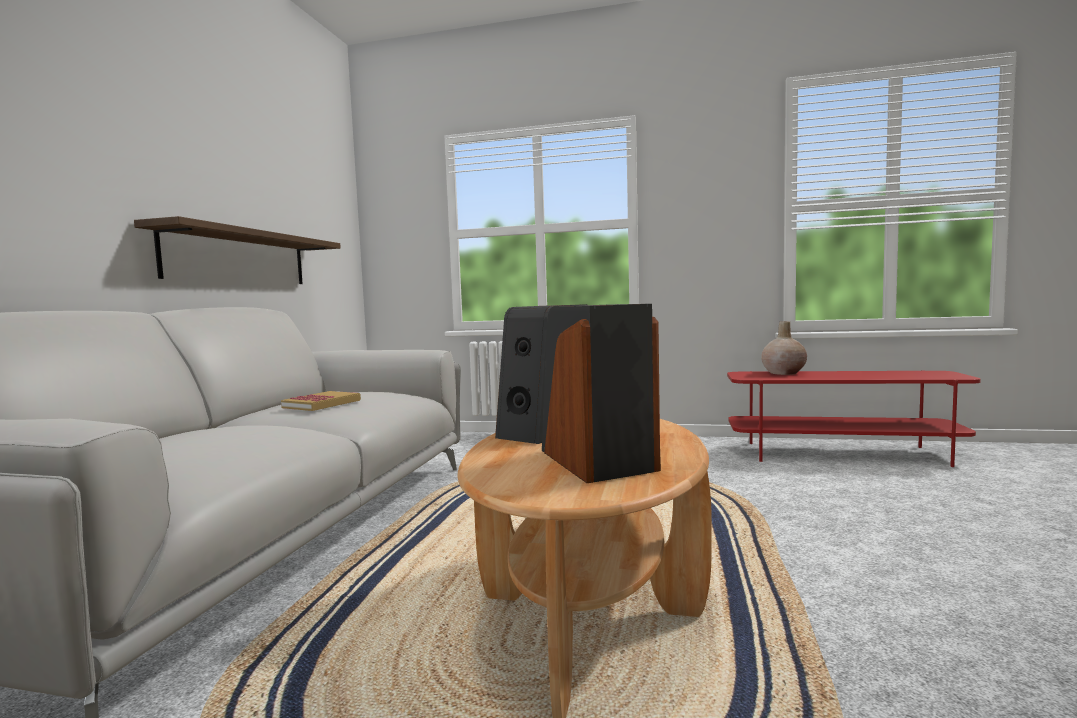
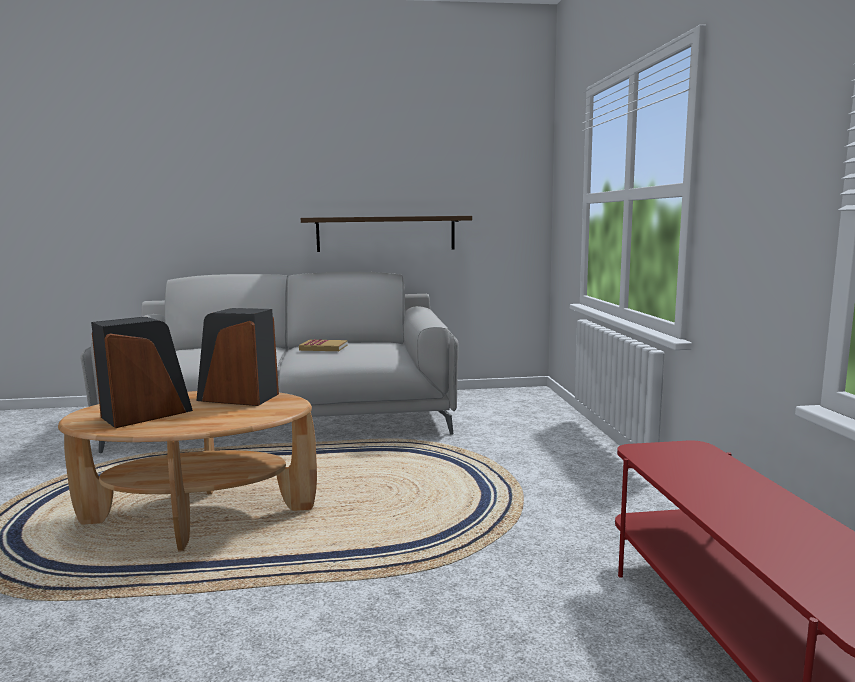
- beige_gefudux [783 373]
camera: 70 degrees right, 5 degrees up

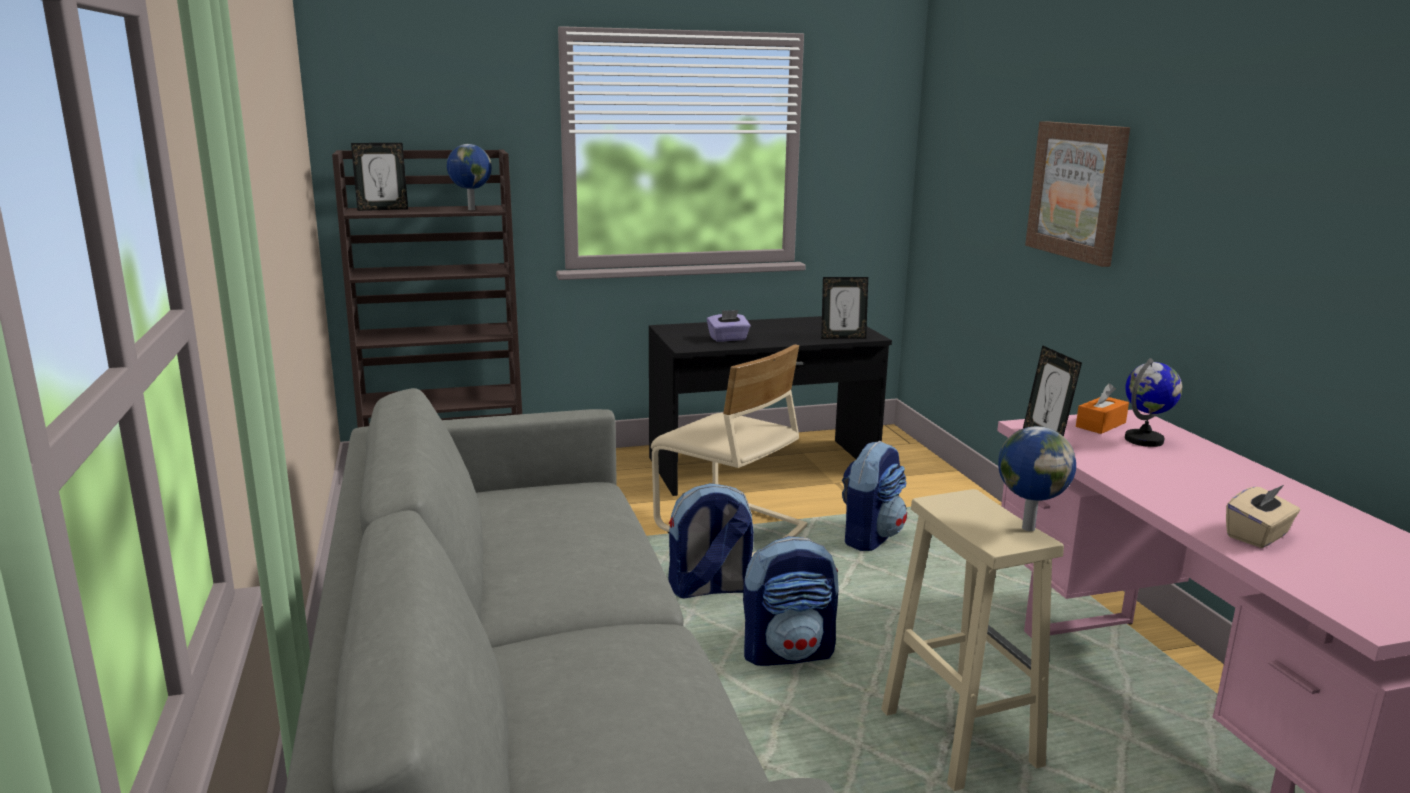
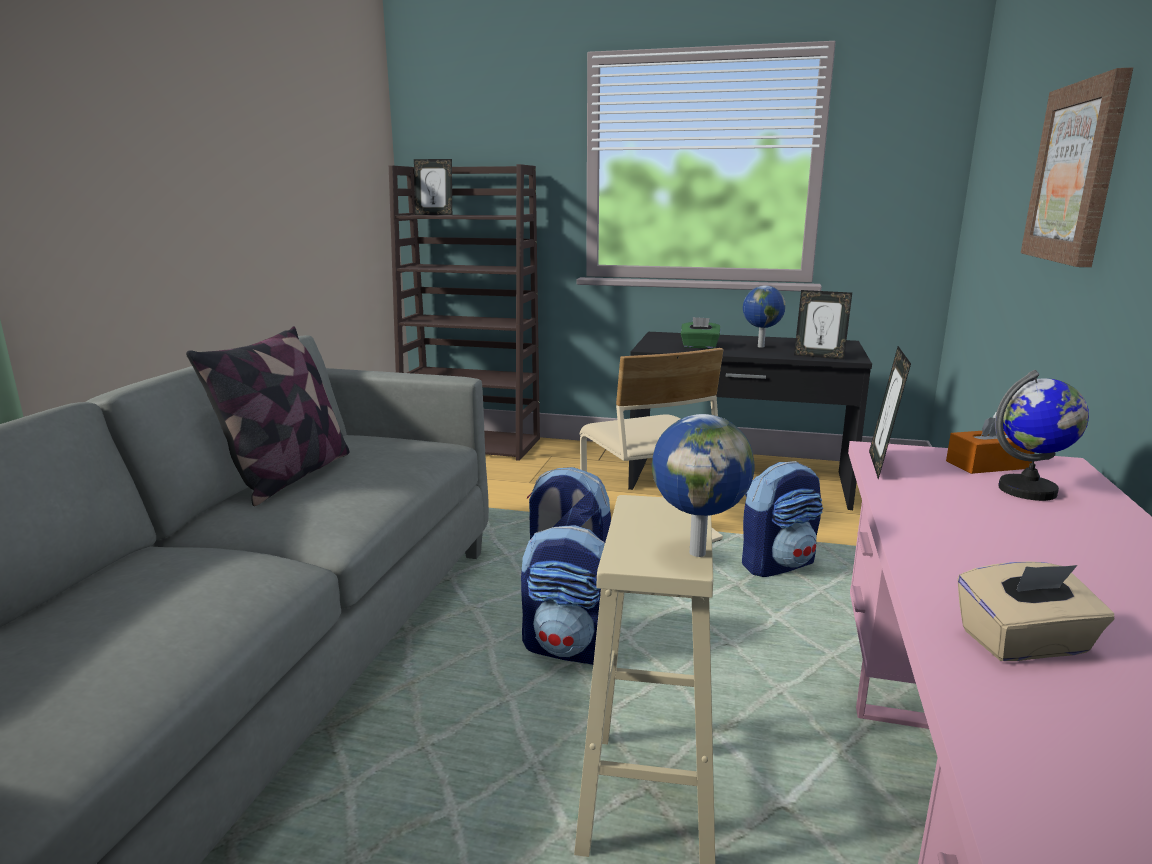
~ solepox [470 209] to [760 346]
~ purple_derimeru [728 339] to green_derimeru [699 346]
+ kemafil [289 476]
camera: 30 degrees right, 0 degrees up

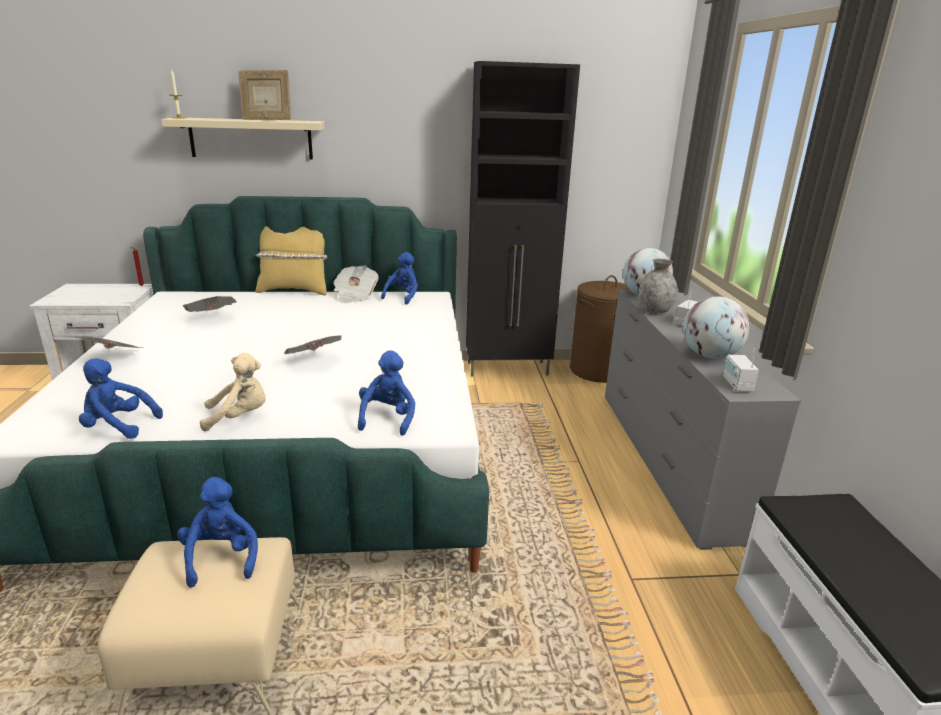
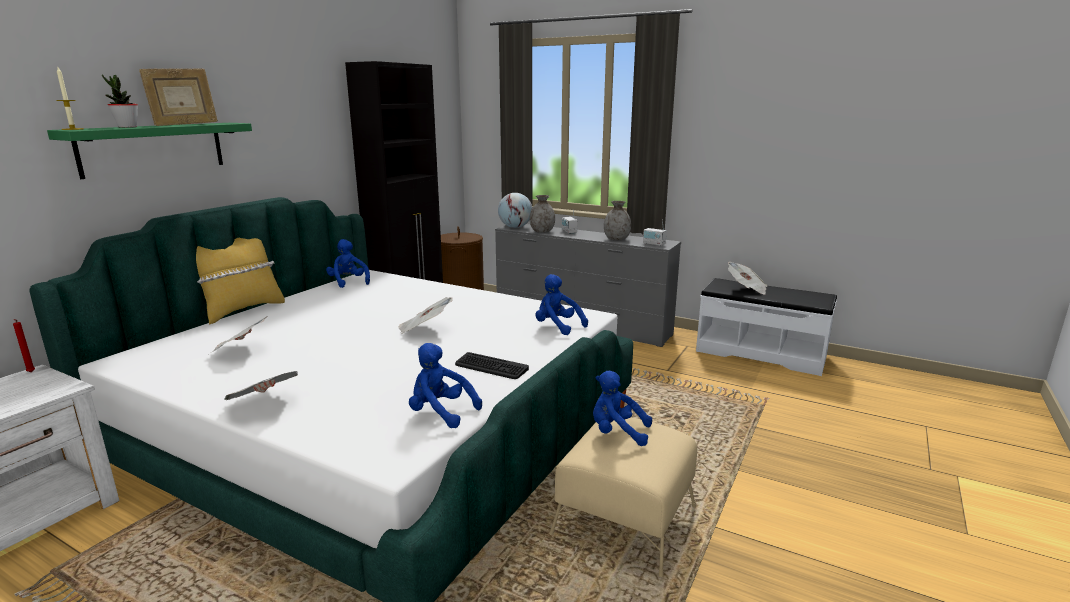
~ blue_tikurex [118 426] = [440 413] 75 degrees clockwise
~ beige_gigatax [251 138] to green_gigatax [153 148]
~ beige_tikurex [239 417] to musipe [491 367]
~ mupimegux [355 296] to [746 289]
~ solepox [710 356] to grey_gefudux [616 239]
+ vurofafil [127 127]
camera: 55 degrees left, 5 degrees down

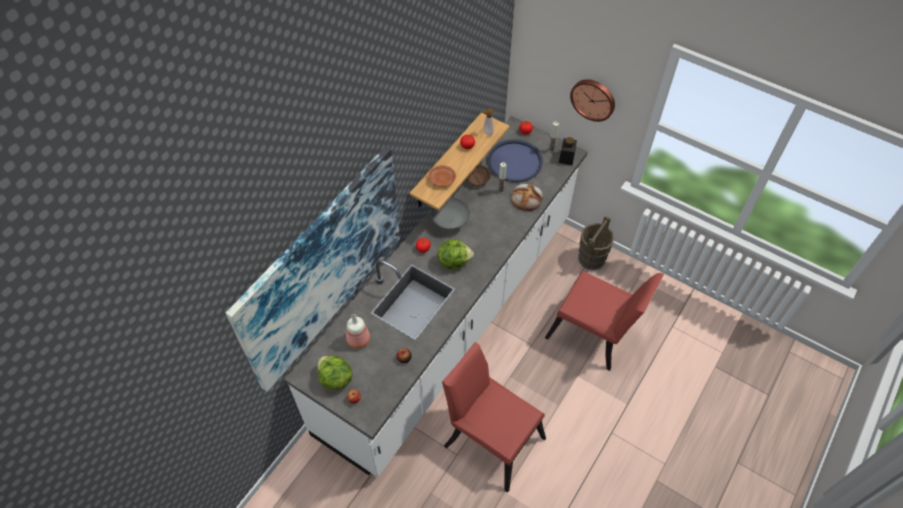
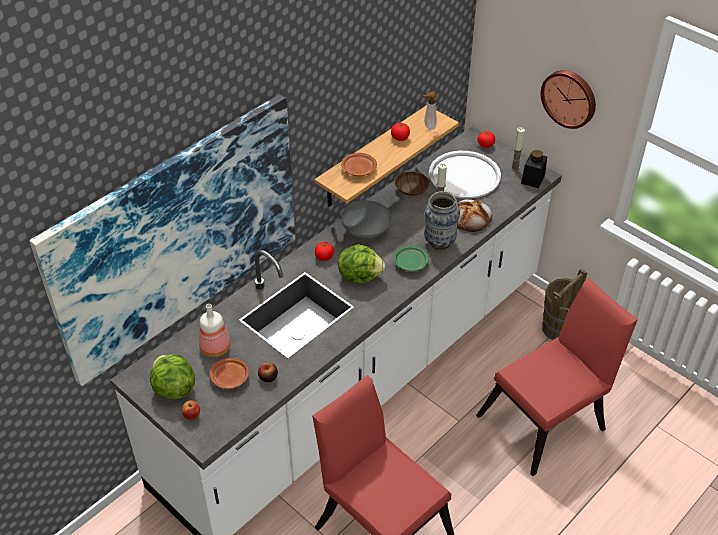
~ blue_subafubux [514 161] to white_subafubux [464 175]
~ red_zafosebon [595 334] = [548 420] 75 degrees counterclockwise
+ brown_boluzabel [230 378]
+ green_boluzabel [410 263]
+ gefudux [439 242]
camera: 10 degrees right, 10 degrees down

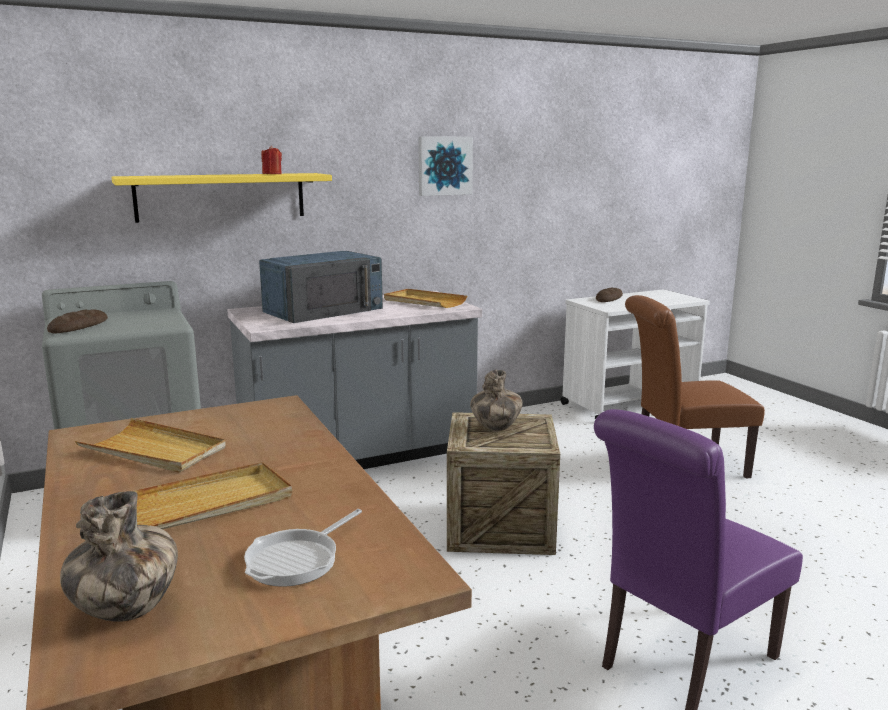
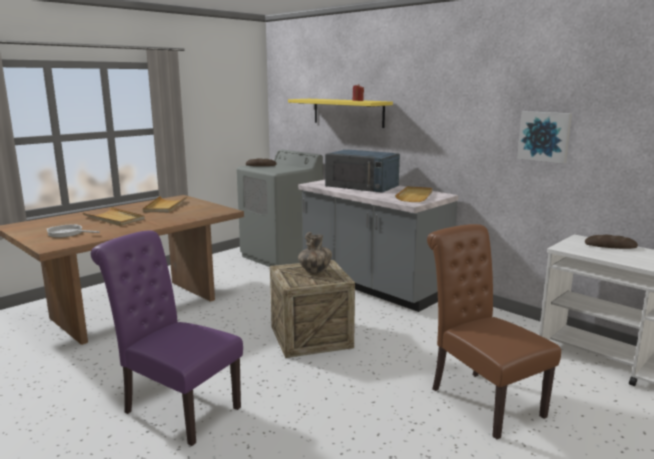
- gefudux [127 609]
~ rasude [444 165] to [544 136]
camera: 70 degrees right, 0 degrees up

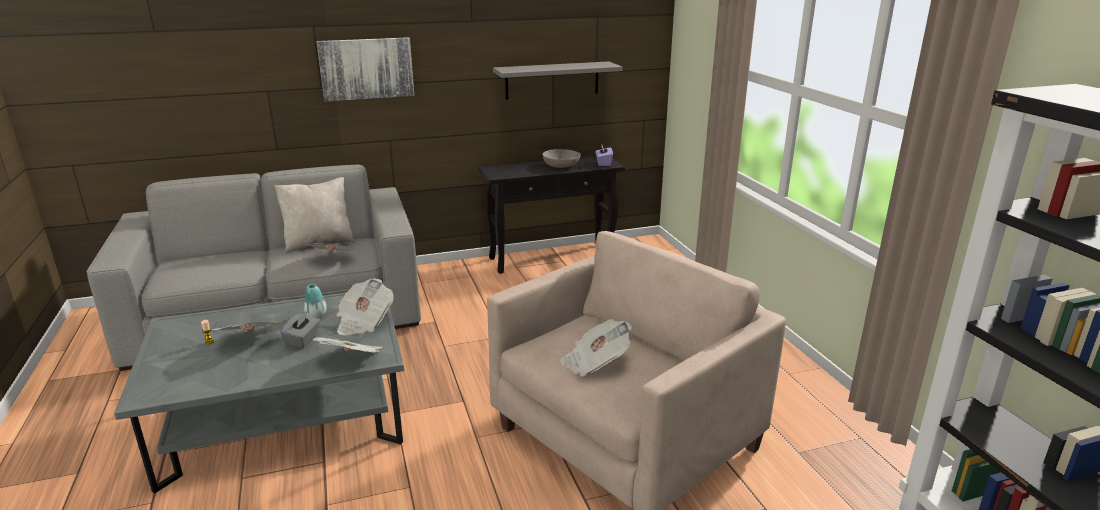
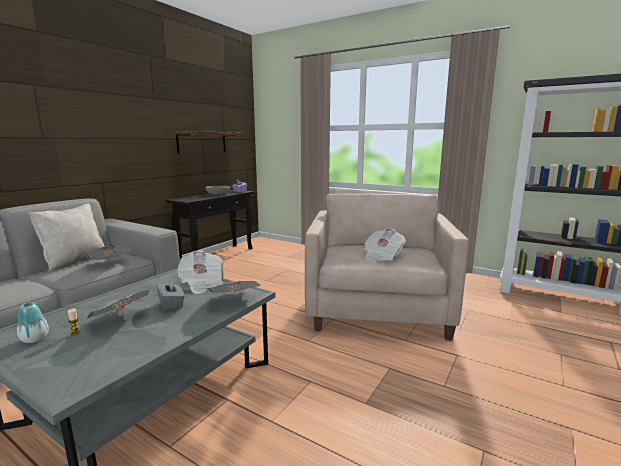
~ gefudux [316 315] to [34 339]
- rasude [366 68]
~ grey_gigatax [552 80] to brown_gigatax [202 142]
camera: 40 degrees left, 10 degrees down

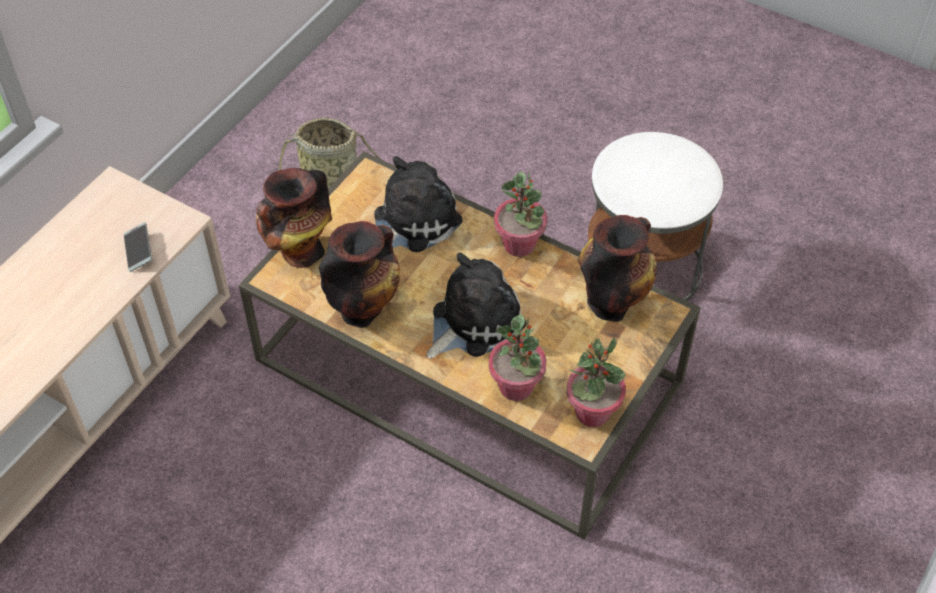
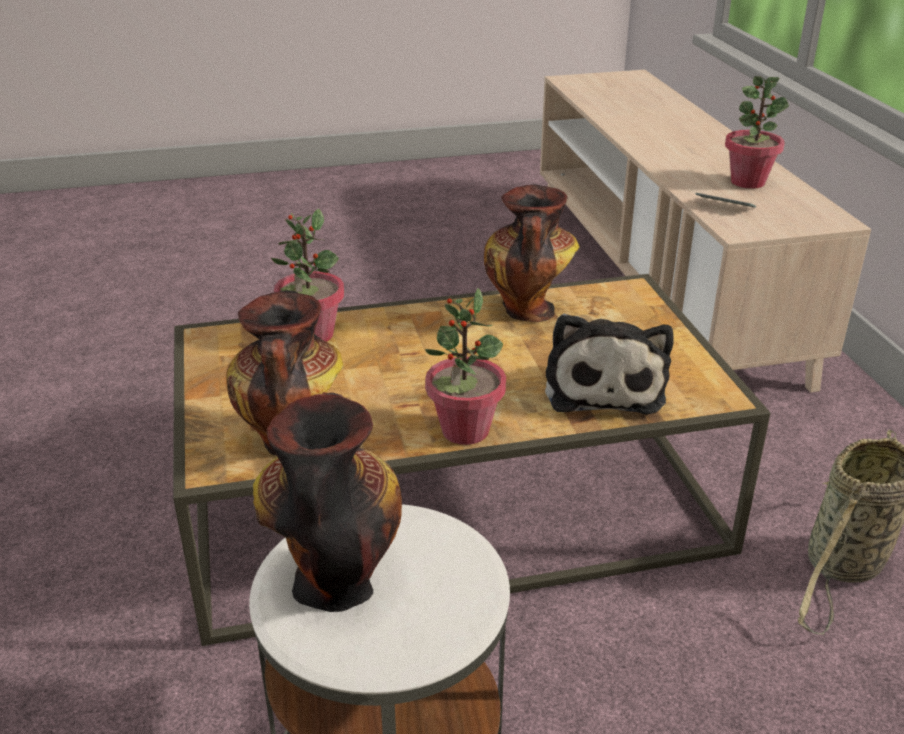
~ gefudux [300 252] to [334 577]
- tikurex [473 321]
~ vurofafil [592 412] to [748 182]
camera: 135 degrees right, 20 degrees down

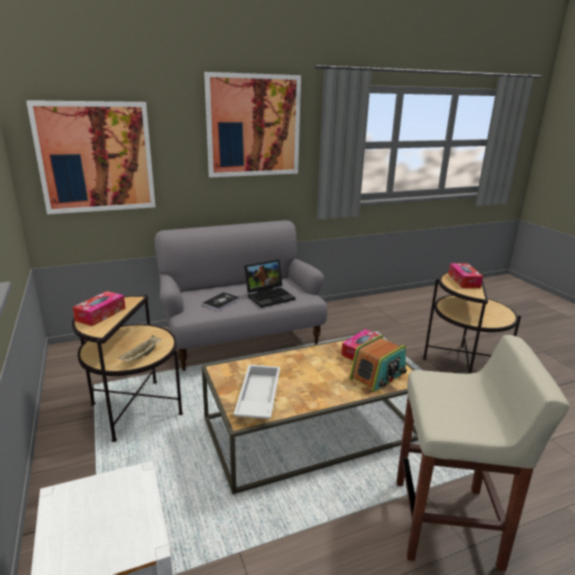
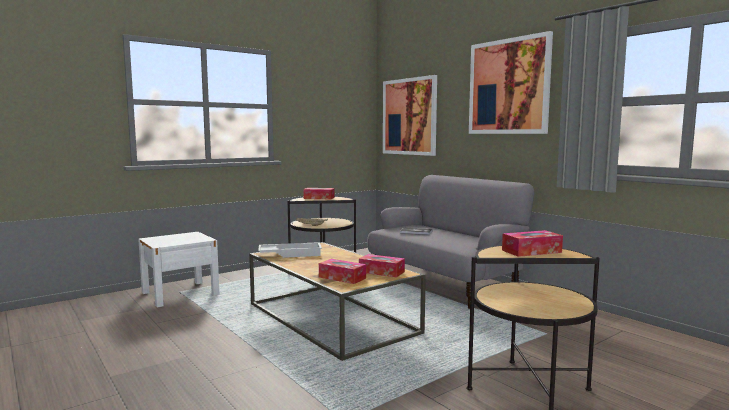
- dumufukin [270 296]
~ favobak [378 375] to derimeru [342 277]
- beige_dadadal [448 523]
camera: 75 degrees right, 15 degrees down

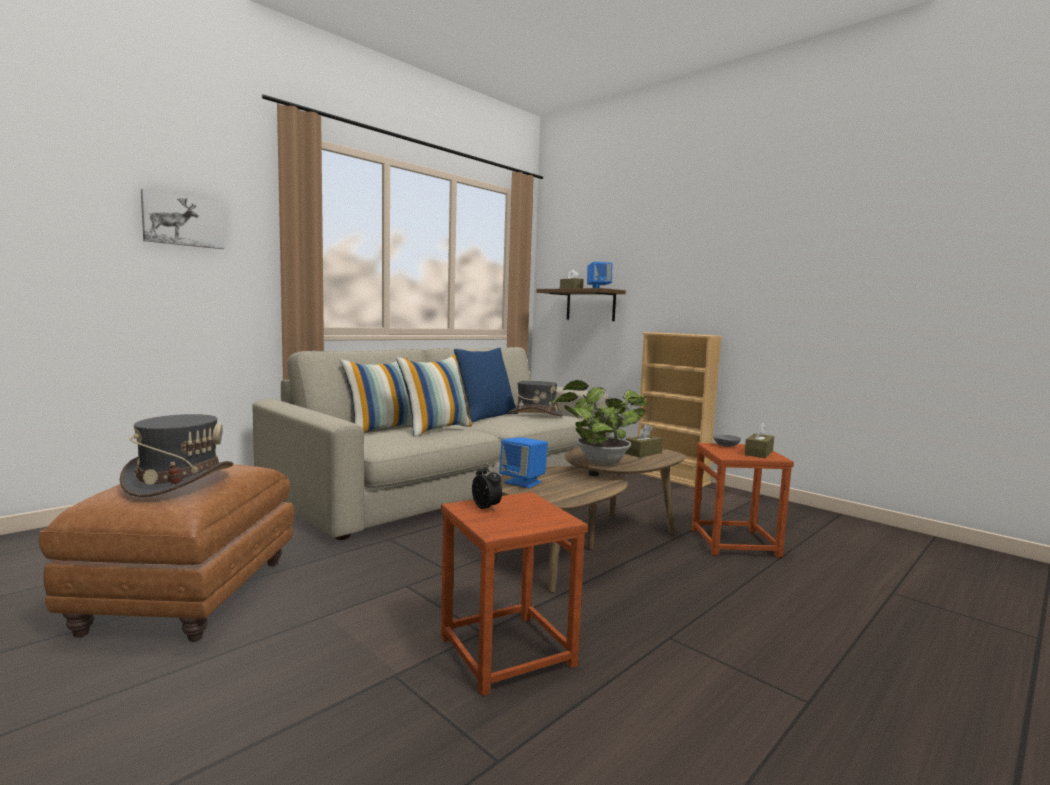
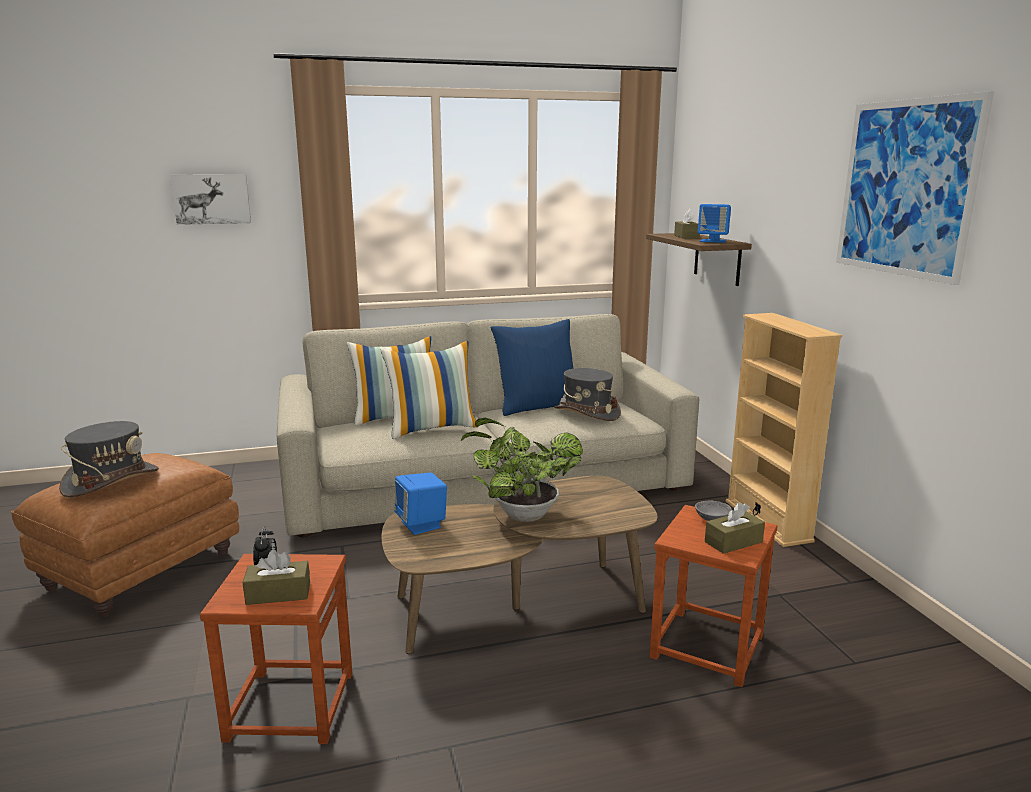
~ brown_derimeru [643 453] to [278 593]
+ rasude [905 188]
camera: 30 degrees right, 10 degrees up

